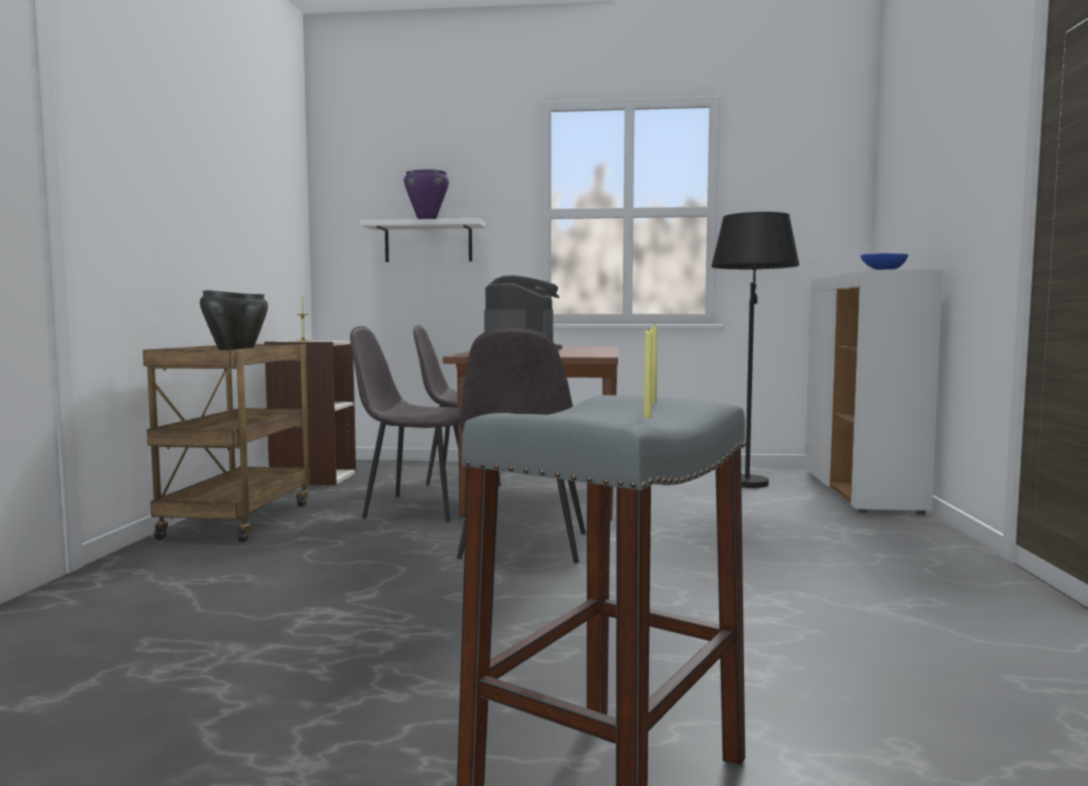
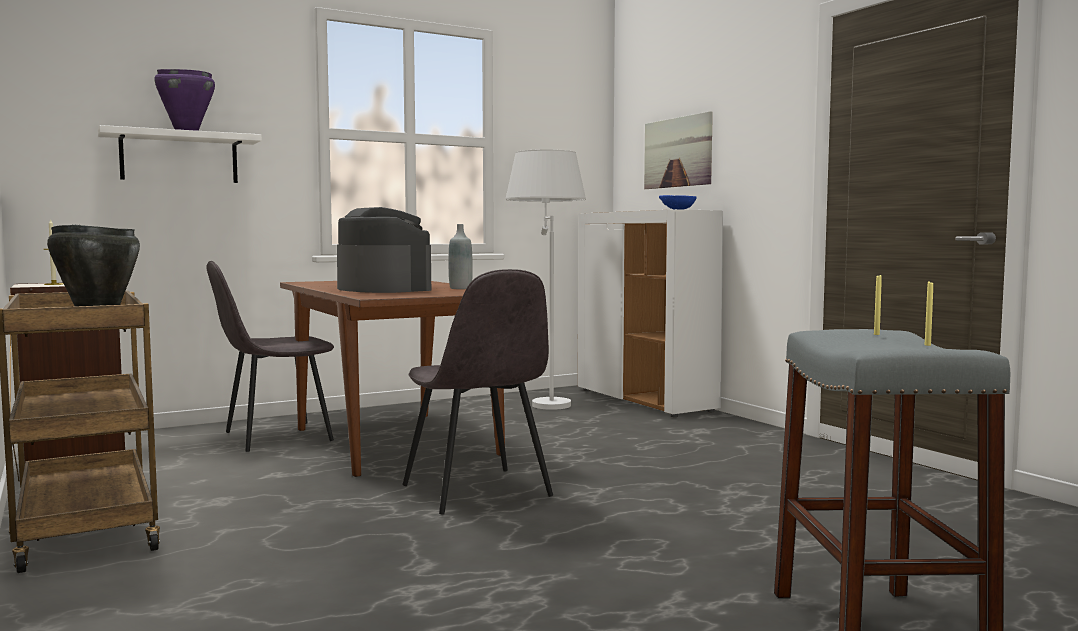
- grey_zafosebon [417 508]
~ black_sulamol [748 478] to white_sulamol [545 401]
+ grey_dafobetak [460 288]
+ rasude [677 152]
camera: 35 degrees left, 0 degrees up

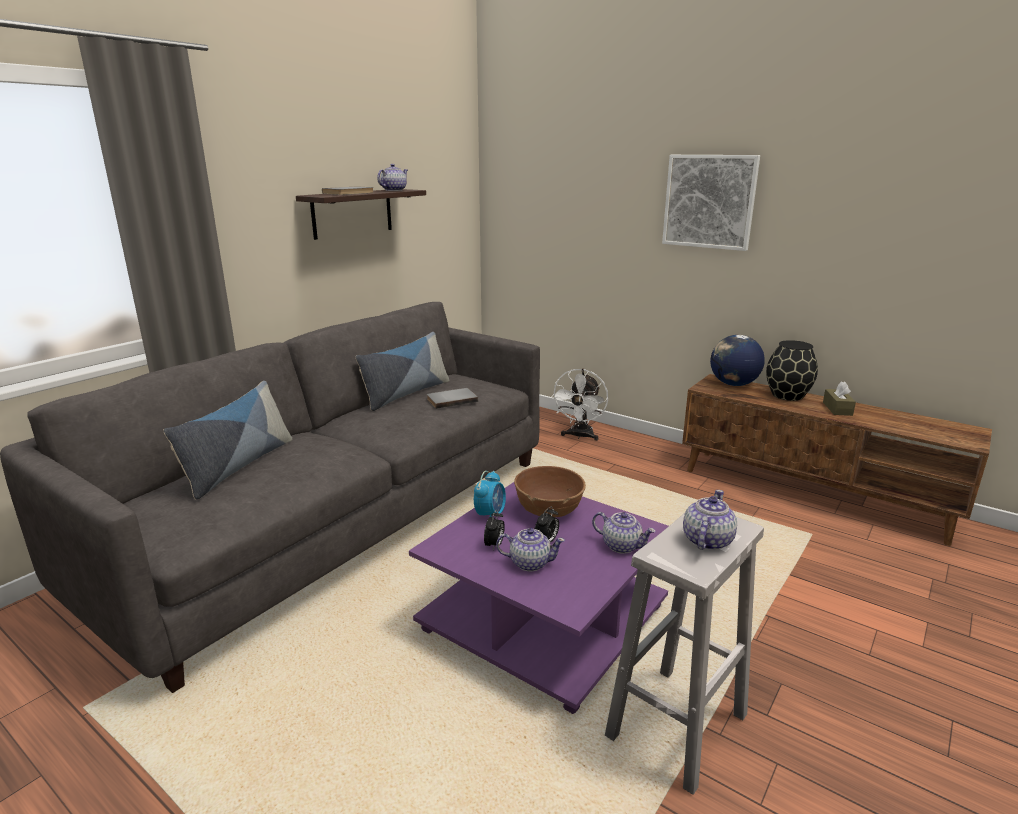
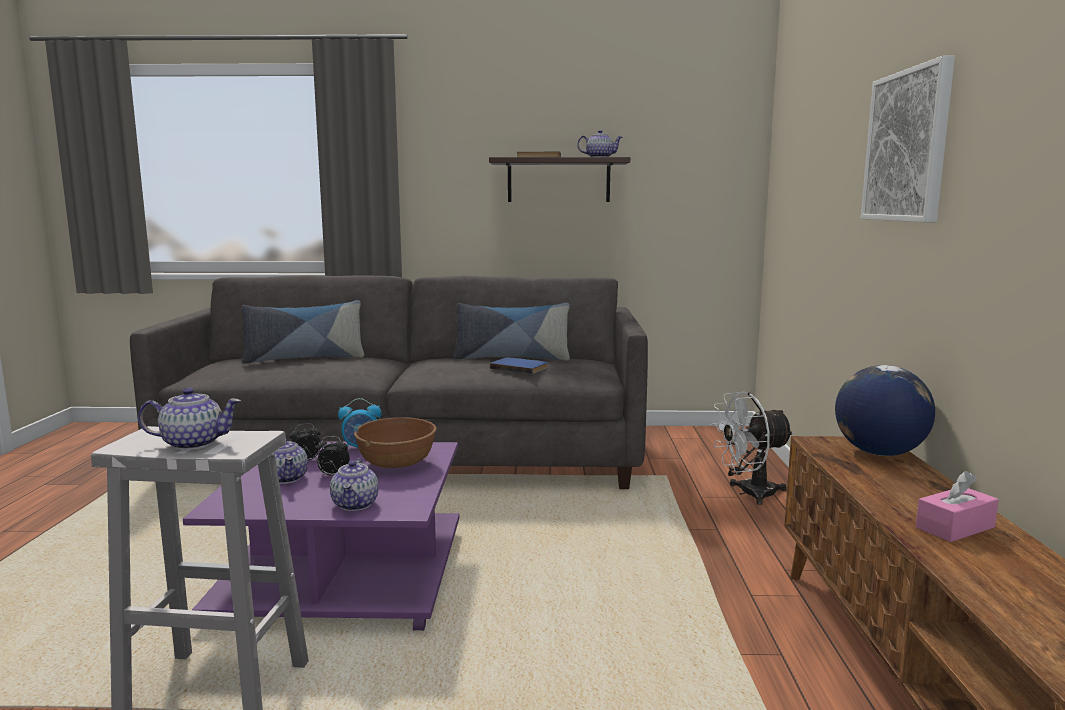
~ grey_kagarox [451 399] to blue_kagarox [520 368]
- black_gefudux [788 395]
~ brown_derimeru [837 409] to pink_derimeru [955 527]
camera: 55 degrees right, 10 degrees down

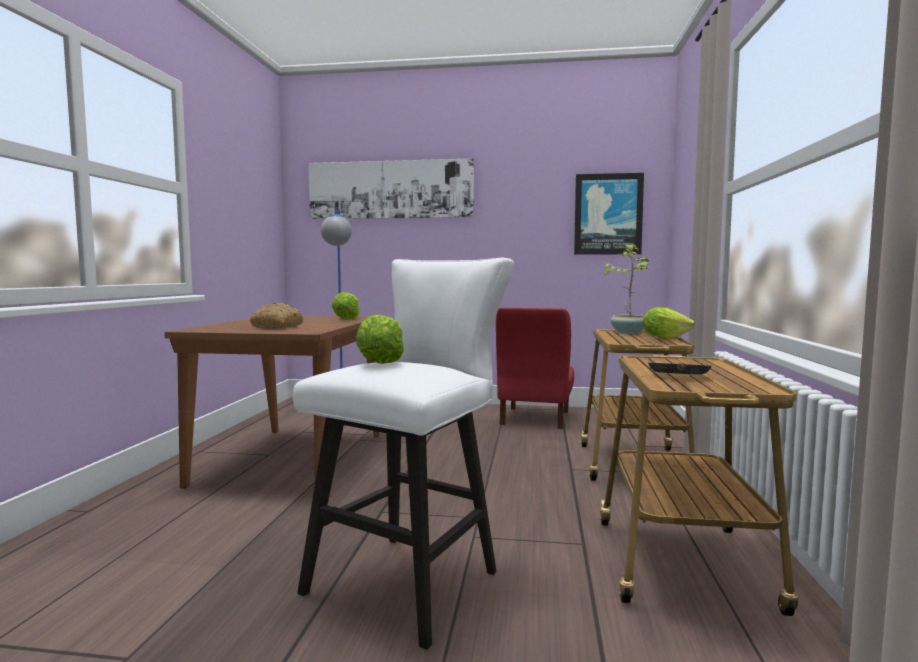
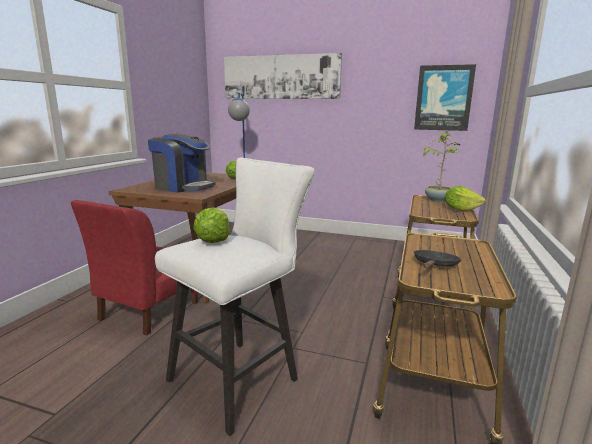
~ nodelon [277 326] to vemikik [183 187]
~ red_zafosebon [534 418] to [149 310]
camera: 10 degrees right, 10 degrees up

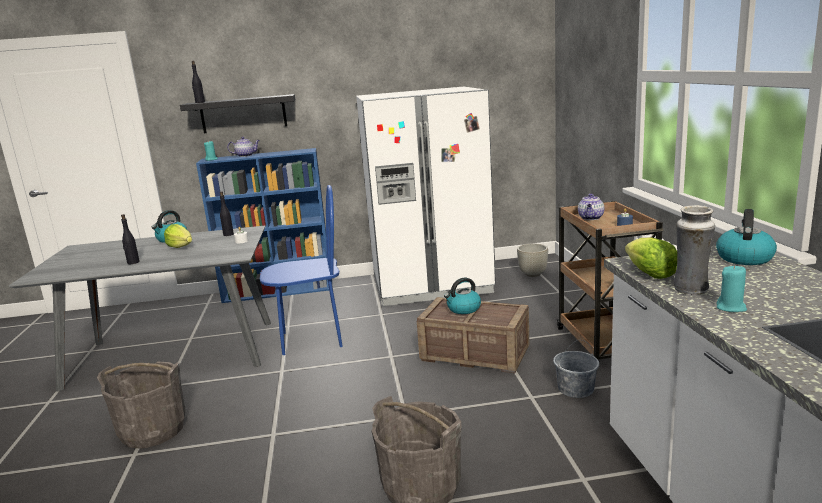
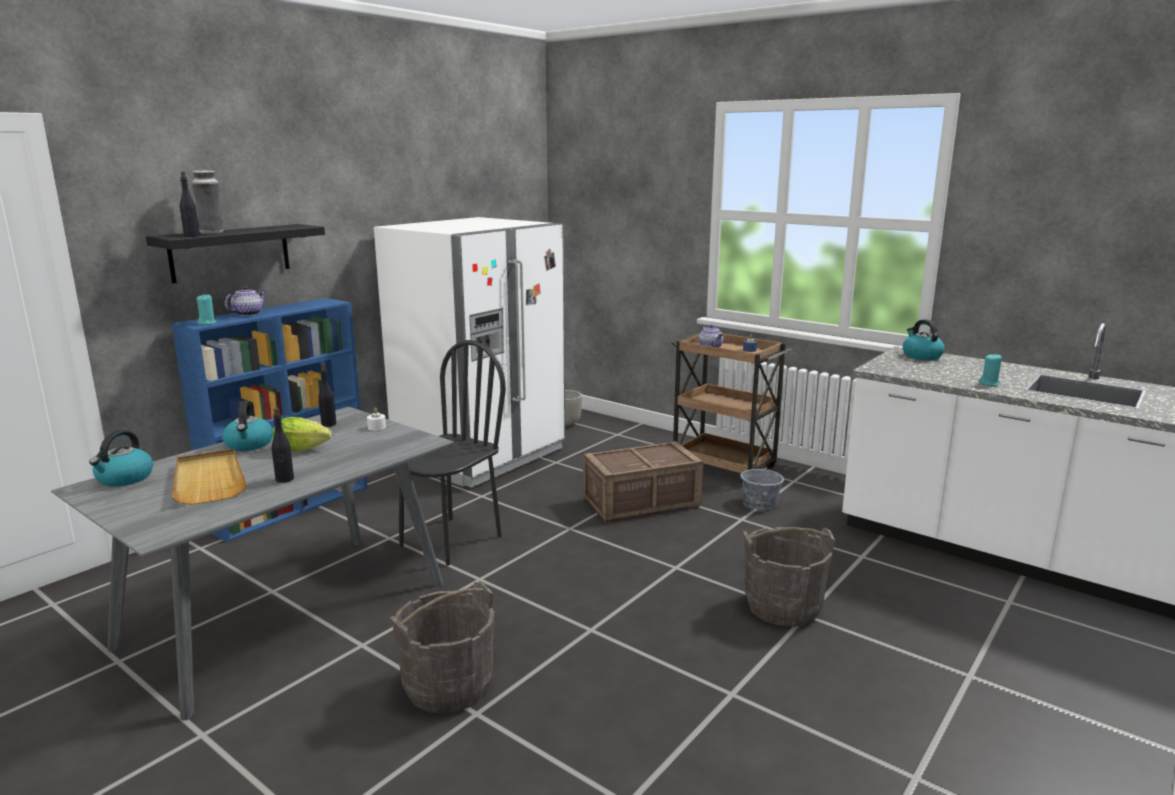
~ blue_zafosebon [311 339] to black_zafosebon [450 540]
~ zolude [463 309] to [124 479]
- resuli [650 274]
~ gefudux [690 290] to [212 233]
+ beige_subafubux [209 480]
camera: 45 degrees left, 0 degrees up

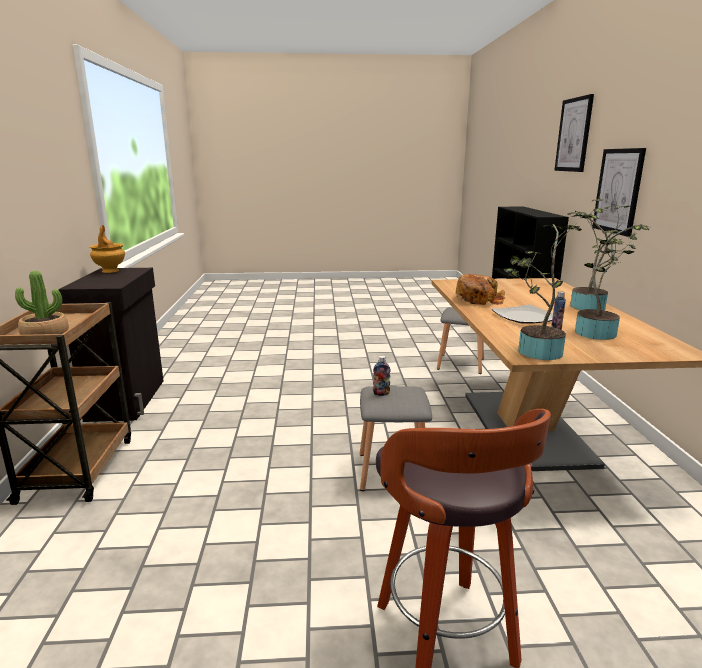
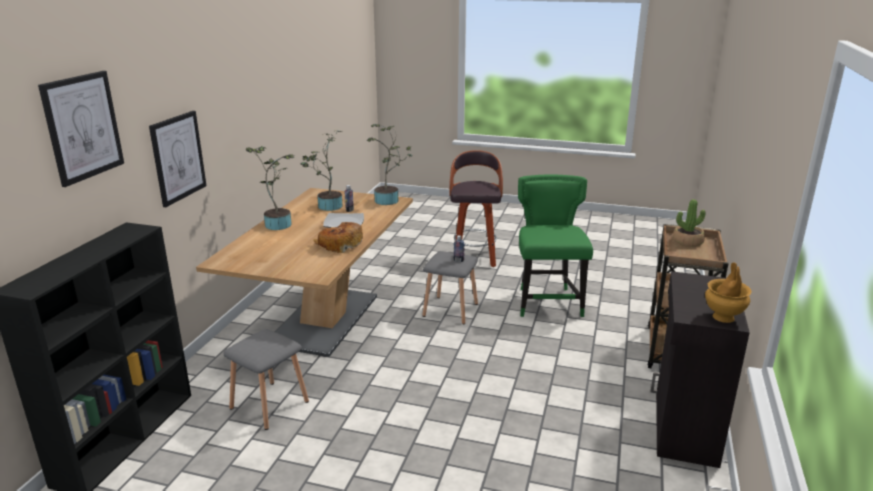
+ green_zafosebon [548 302]
camera: 160 degrees left, 5 degrees up

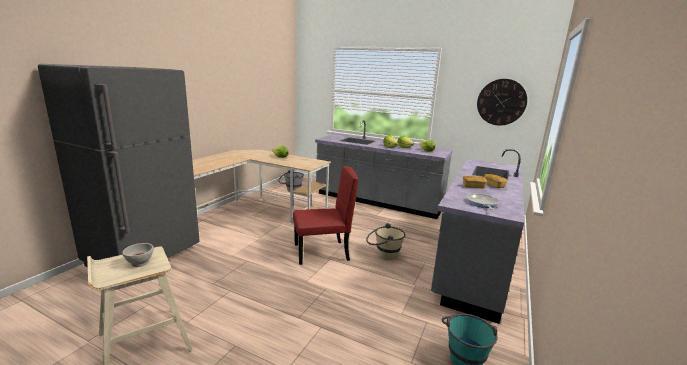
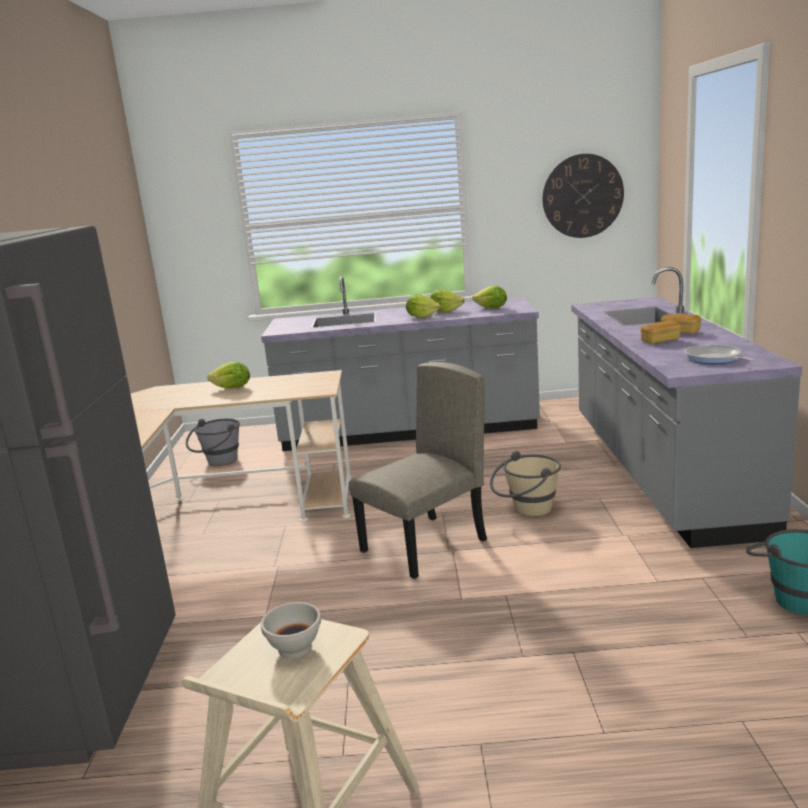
~ red_zafosebon [321 252] to beige_zafosebon [424 546]
camera: 25 degrees left, 0 degrees up

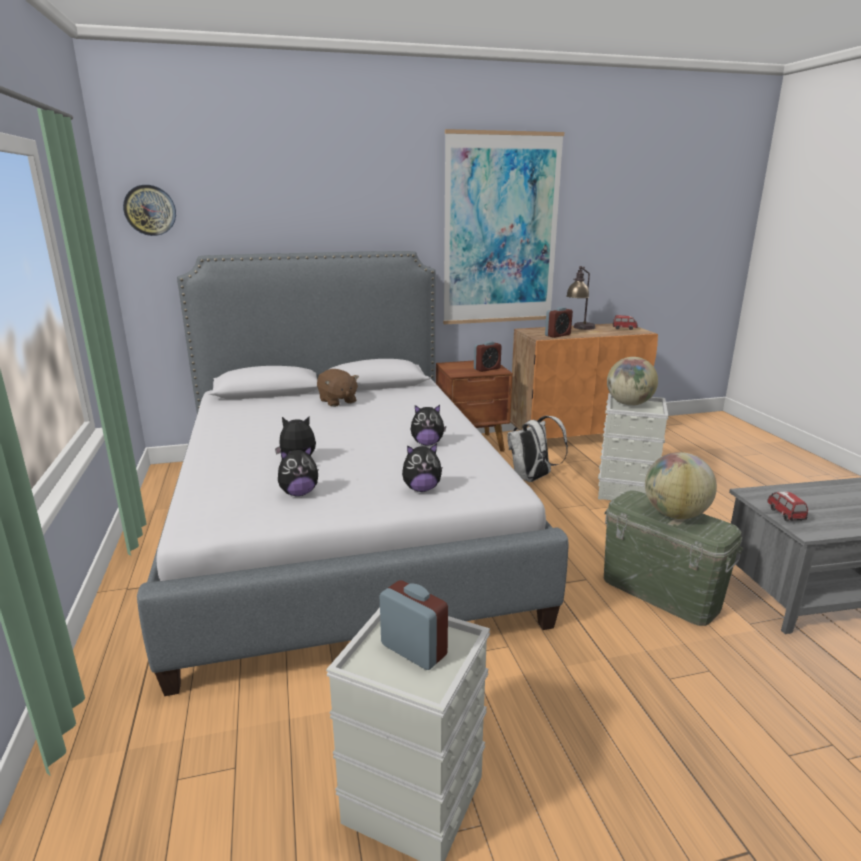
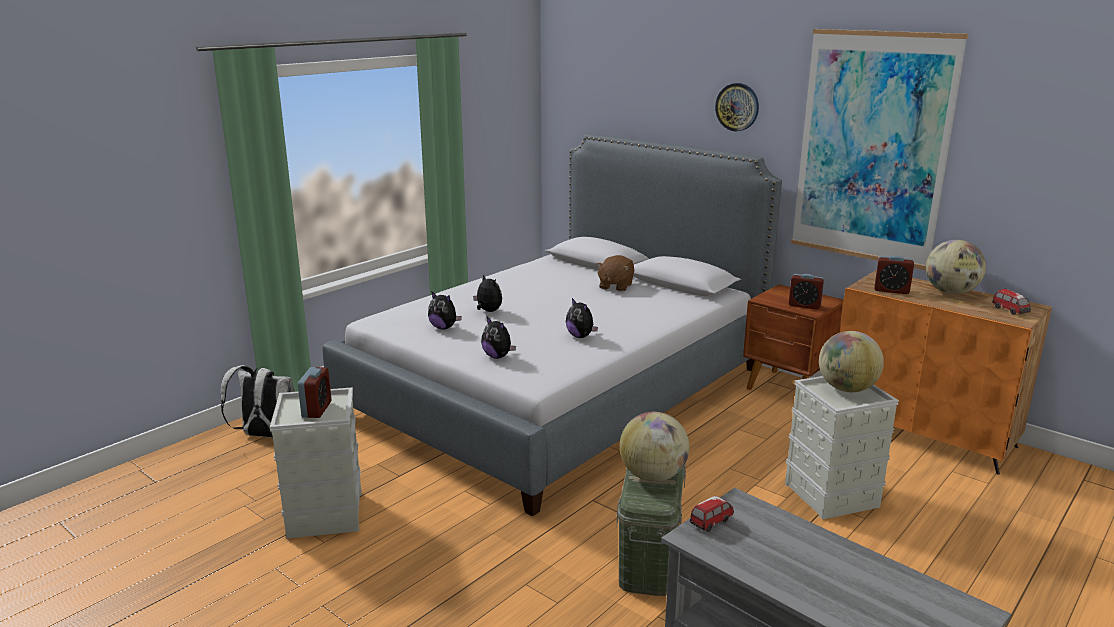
~ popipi [150 210] to [737 107]
~ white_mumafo [532 478] to [264 435]
~ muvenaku [579 328] to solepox [951 292]
camera: 55 degrees right, 0 degrees up

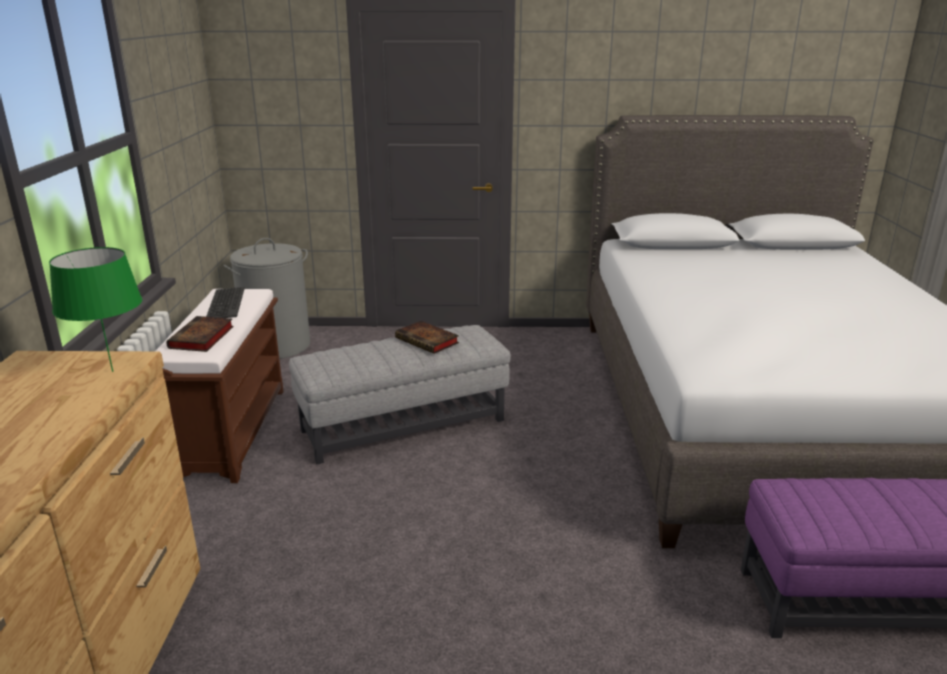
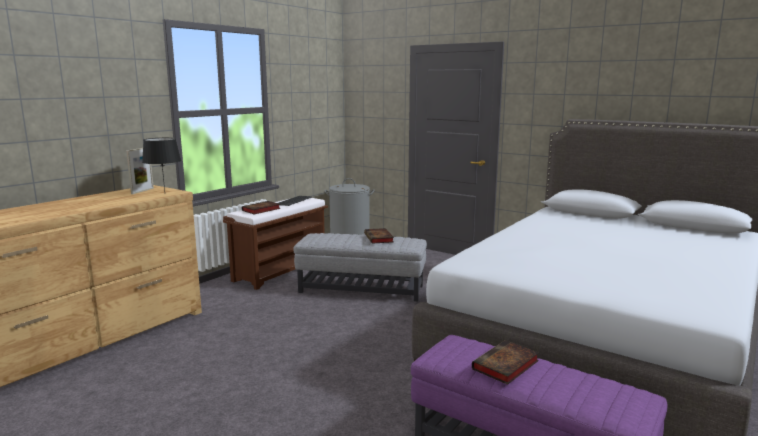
~ green_muvenaku [113 371] to black_muvenaku [165 193]
+ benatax [142 191]
+ kagarox [505 366]
camera: 35 degrees right, 10 degrees down

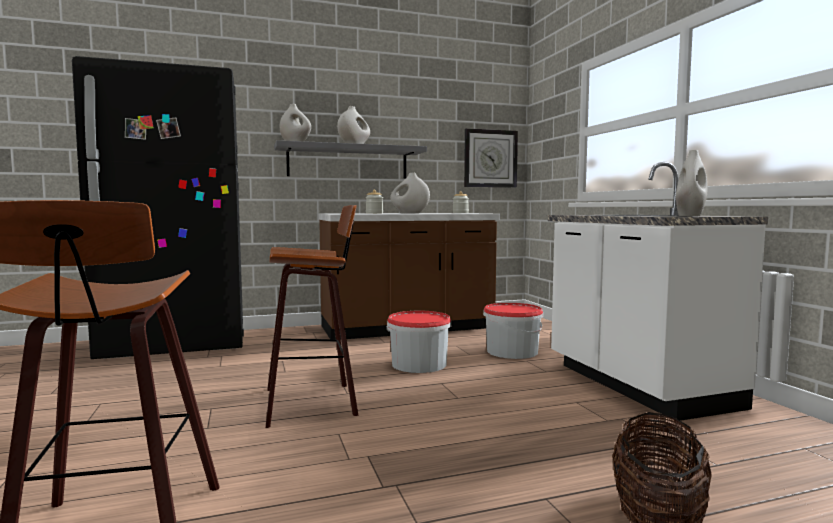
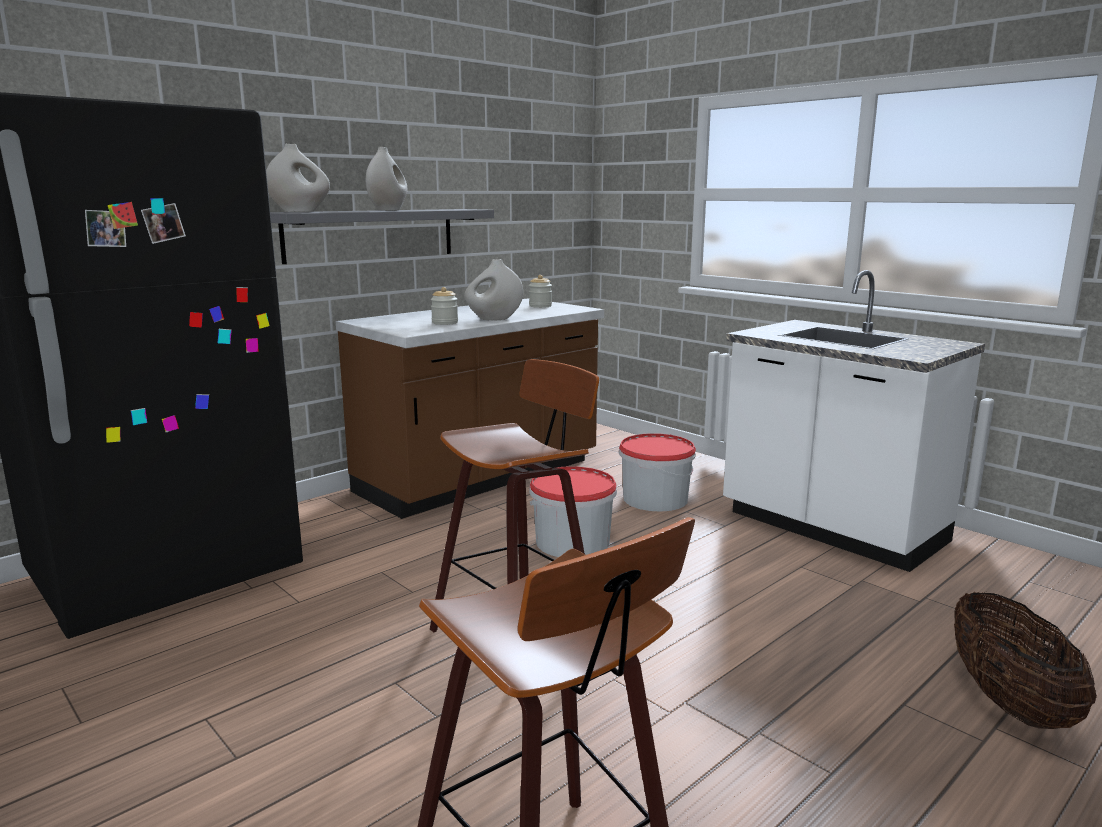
- popipi [490 158]
- white_gefudux [690 216]
camera: 25 degrees left, 10 degrees up

